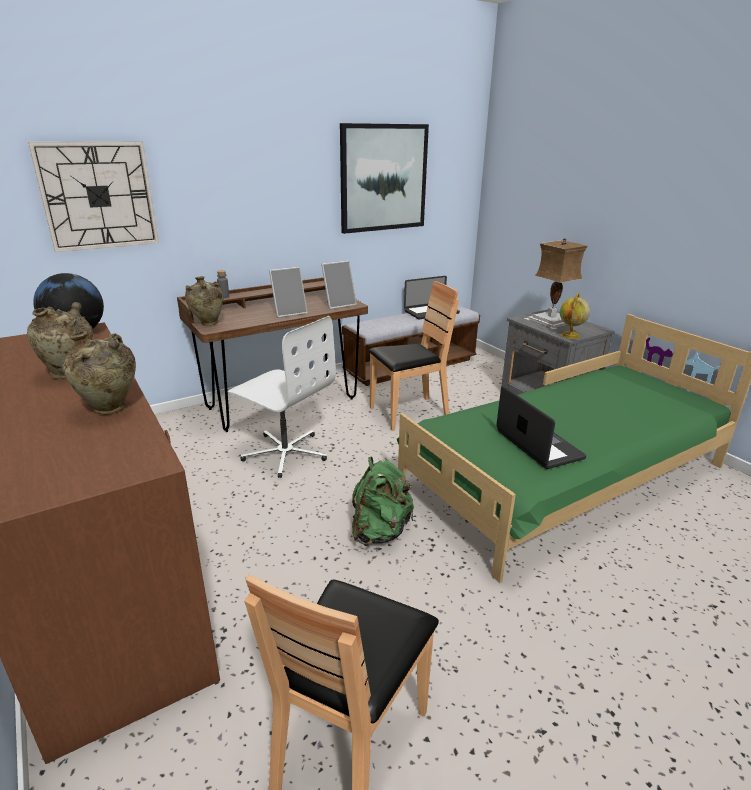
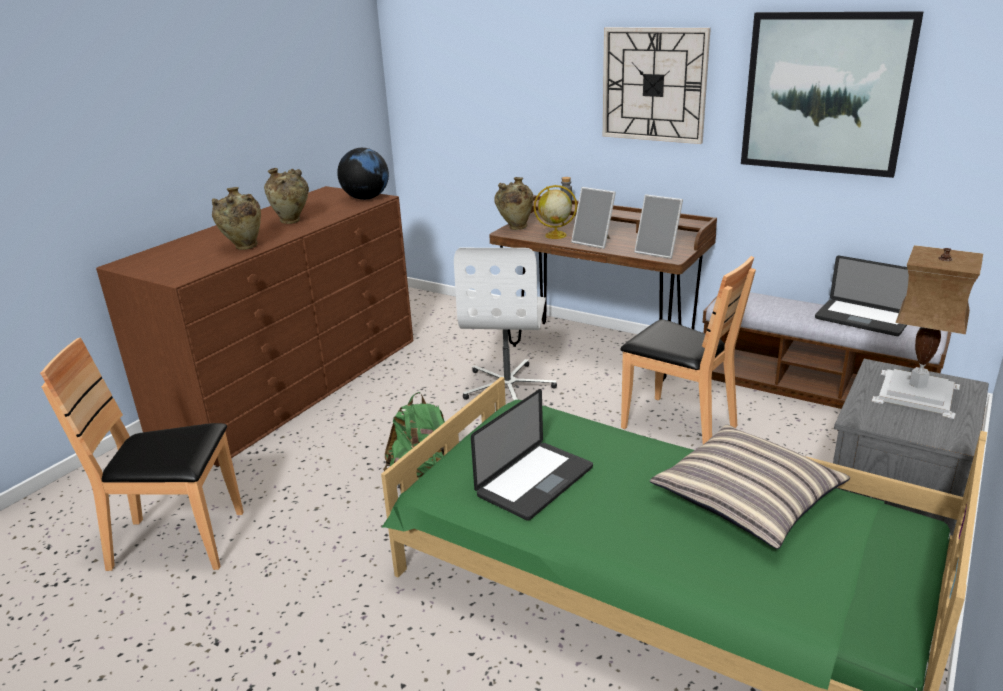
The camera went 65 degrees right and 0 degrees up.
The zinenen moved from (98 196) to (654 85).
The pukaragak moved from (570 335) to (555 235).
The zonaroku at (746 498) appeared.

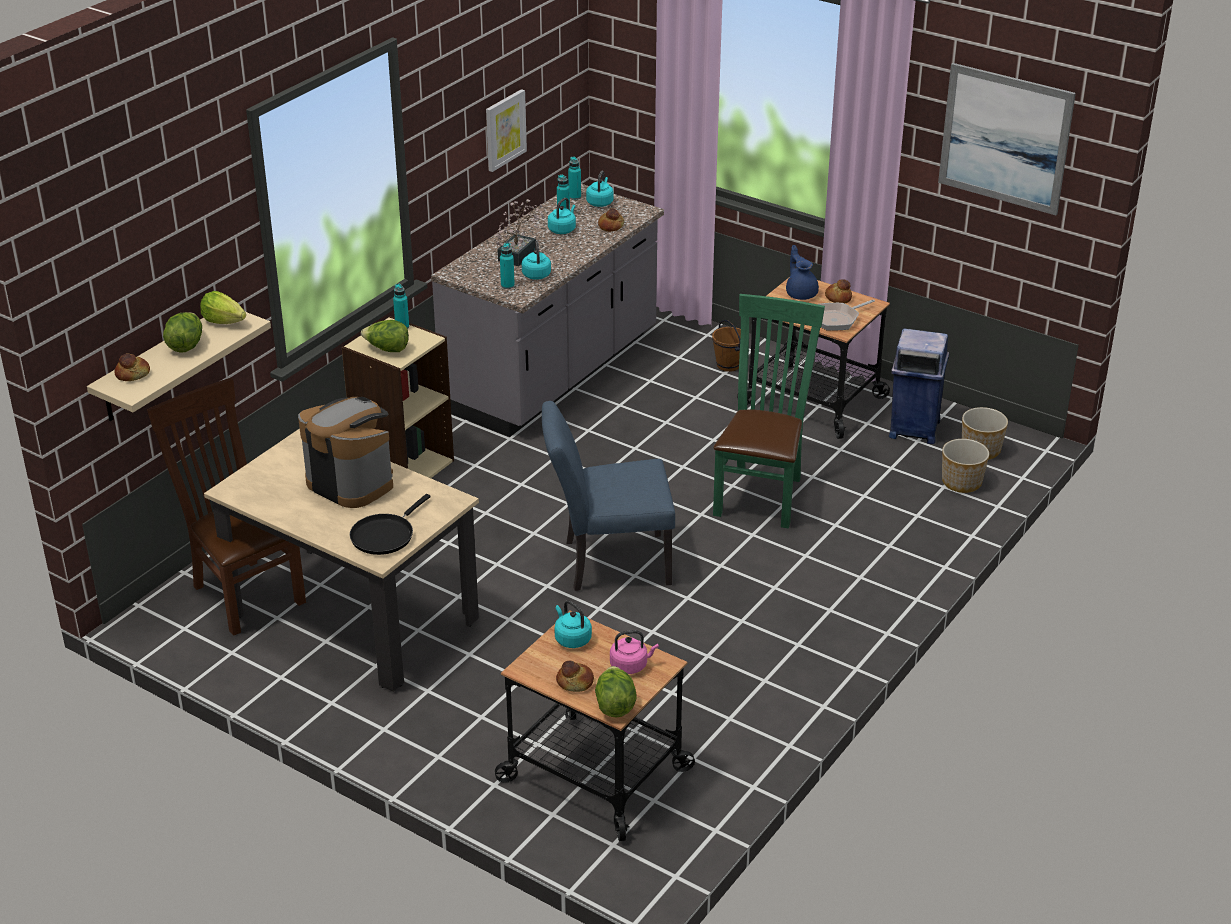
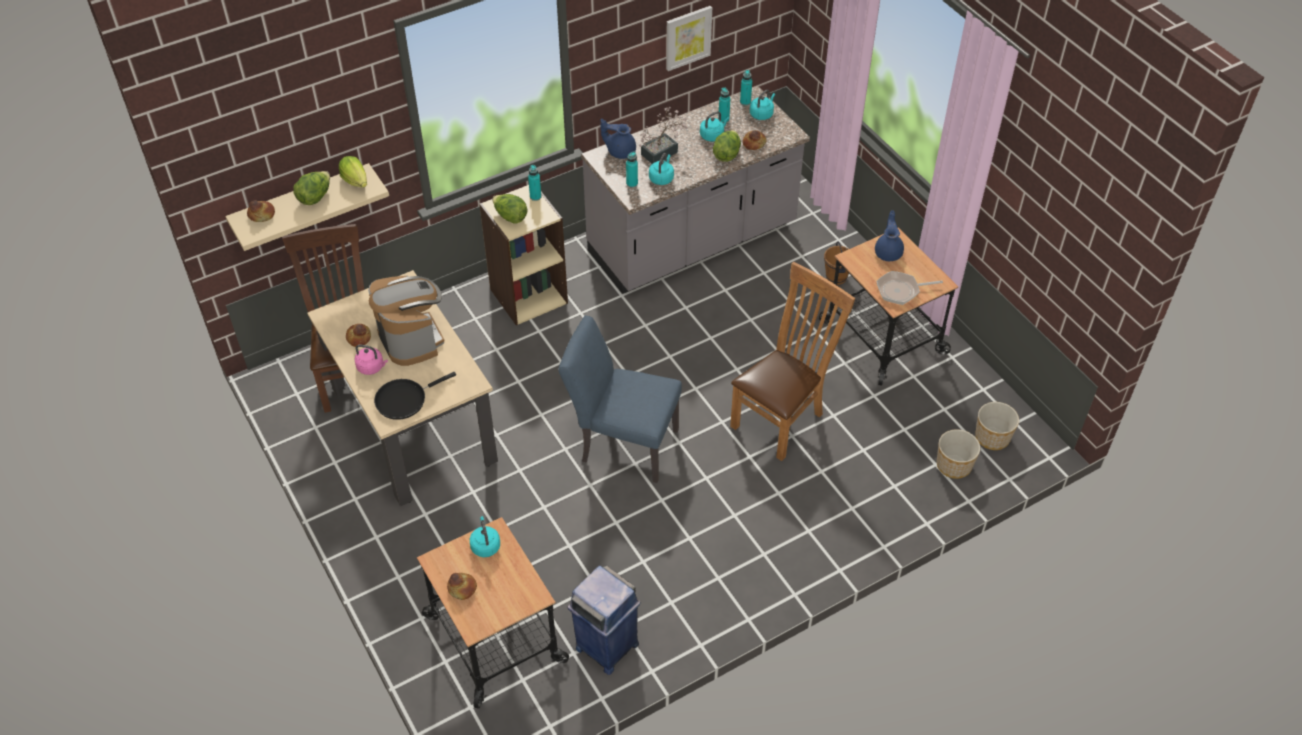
The camera went 25 degrees right and 15 degrees up.
The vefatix at (1005 138) disappeared.
The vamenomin moved from (838 298) to (359 338).
The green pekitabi at (761 493) became the brown pekitabi at (782 418).
The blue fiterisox moved from (913 429) to (606 645).
The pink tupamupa moved from (631 665) to (372 367).
The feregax moved from (615 705) to (726 154).
The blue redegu at (620 151) appeared.

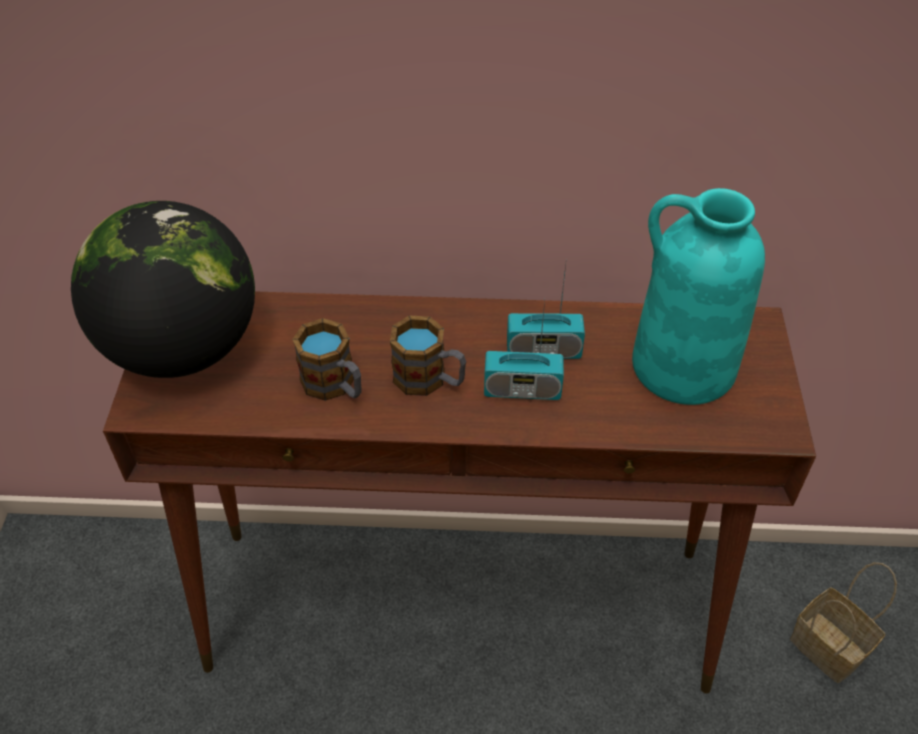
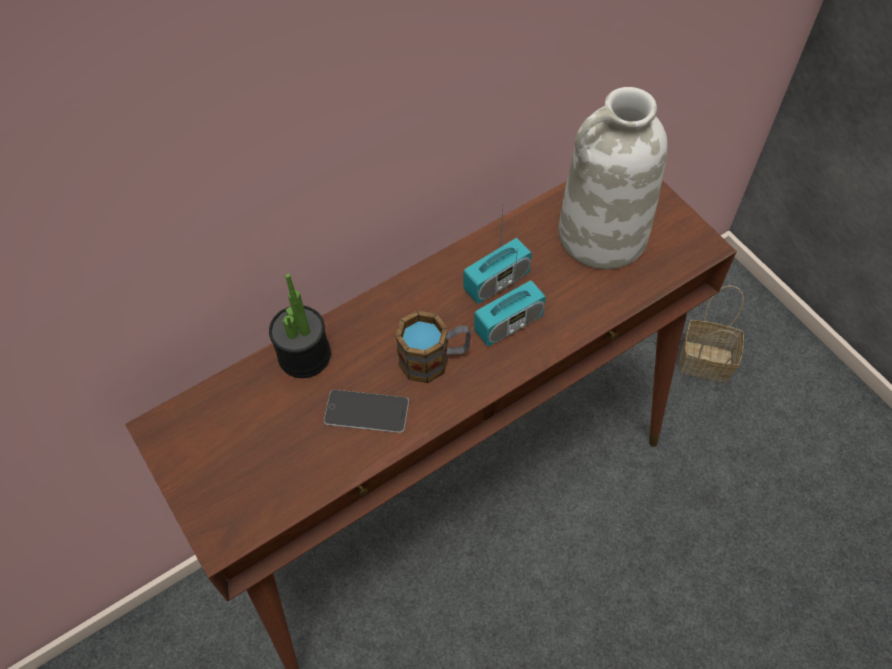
The camera went 35 degrees left and 10 degrees up.
The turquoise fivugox at (681 367) became the white fivugox at (601 236).
The pukaragak at (183 349) disappeared.
The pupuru at (335 386) was replaced by the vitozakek at (366 411).
The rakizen at (304 355) appeared.

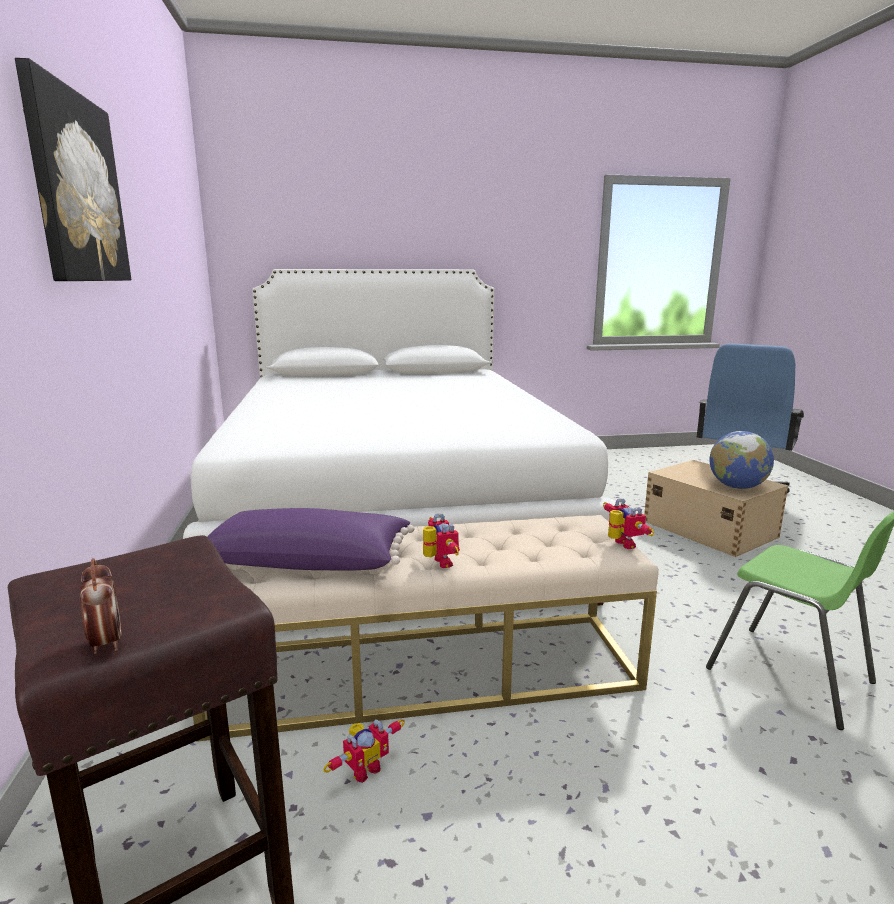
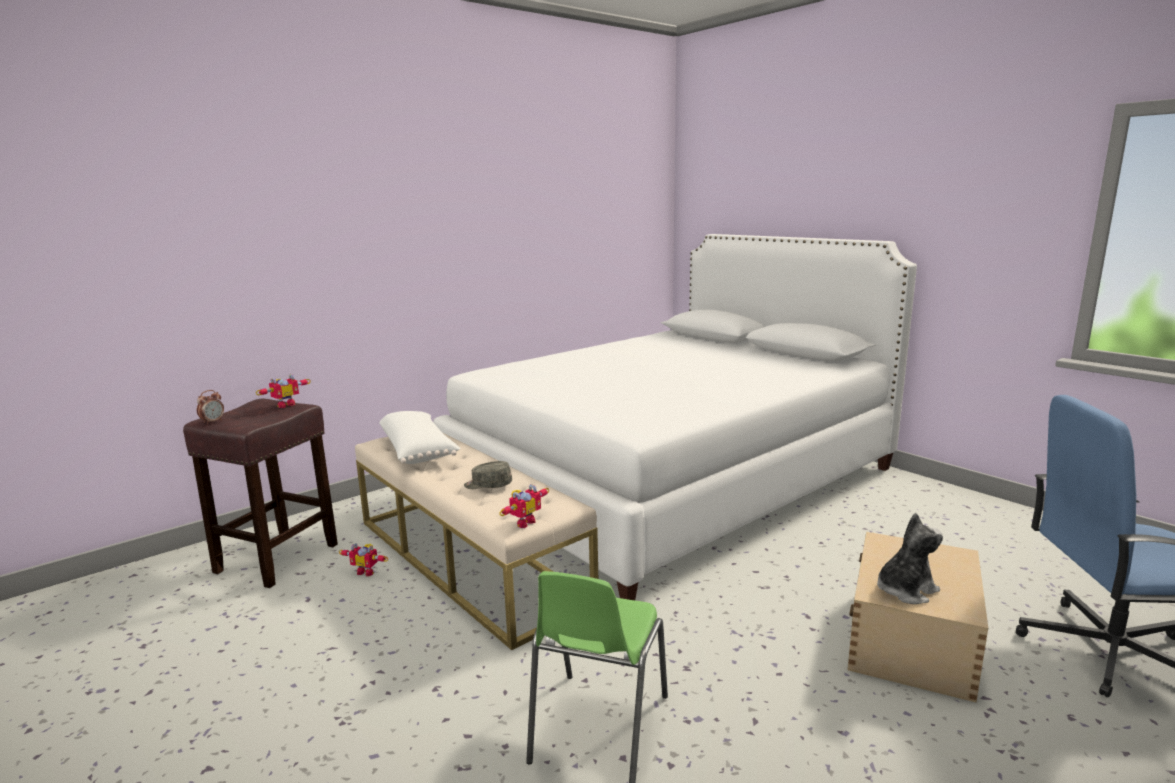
The camera went 60 degrees right and 0 degrees up.
The vefatix at (76 188) disappeared.
The pukaragak at (737 487) was replaced by the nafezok at (905 590).
The purple zonaroku at (310 561) became the white zonaroku at (418 451).
The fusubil moved from (438 563) to (285 405).
The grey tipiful at (488 485) appeared.

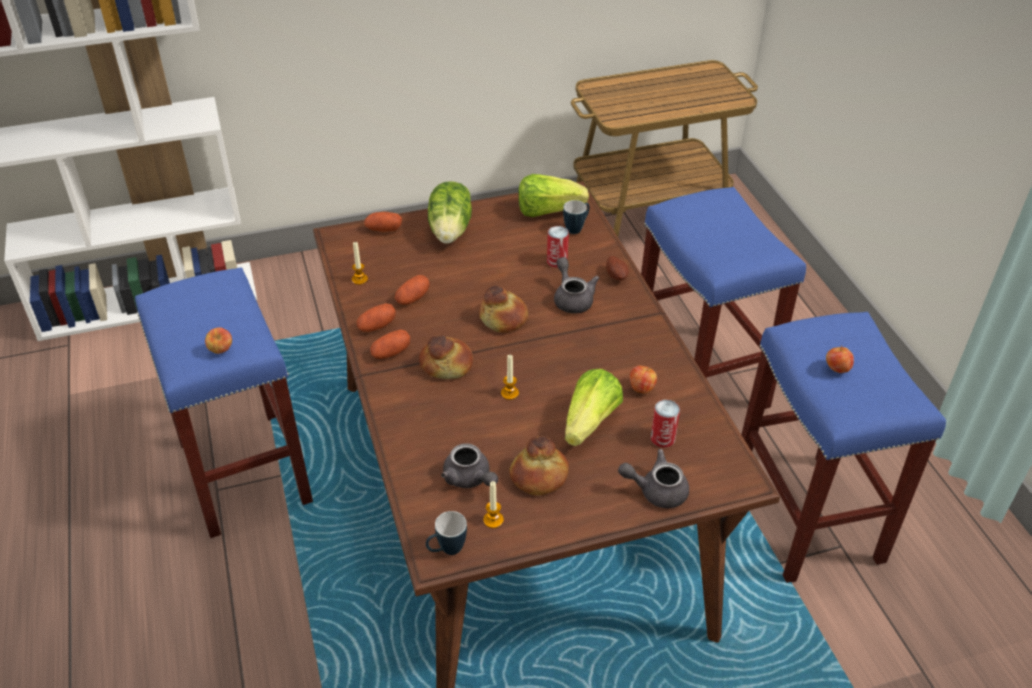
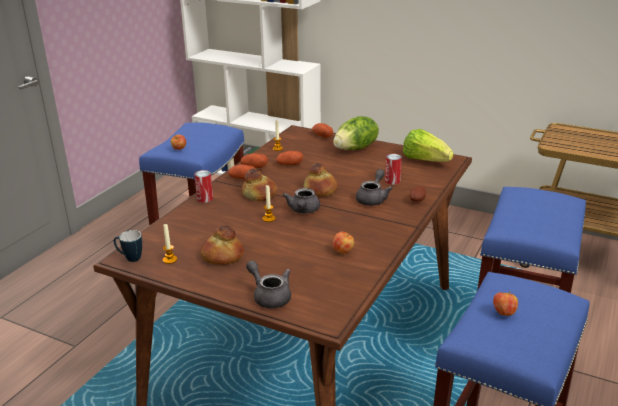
The camera went 45 degrees right and 15 degrees down.
The pupuru at (577 228) disappeared.
The feregax at (590 422) disappeared.
The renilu moved from (662 438) to (205 198).
The grey redegu moved from (470 479) to (303 211).

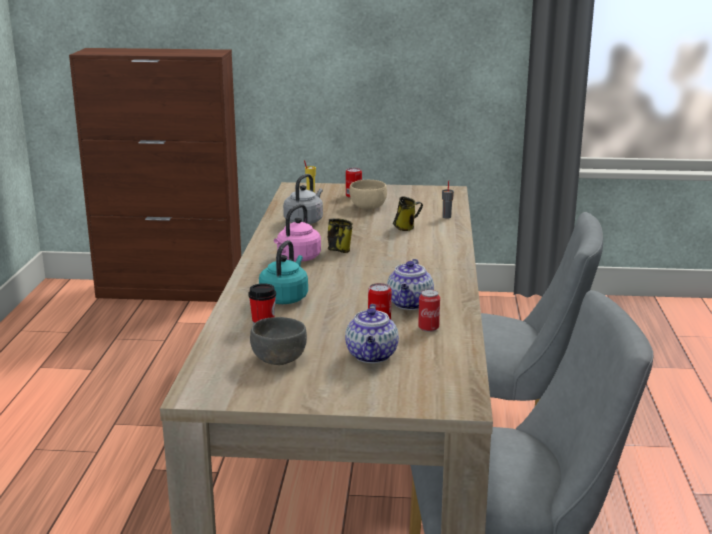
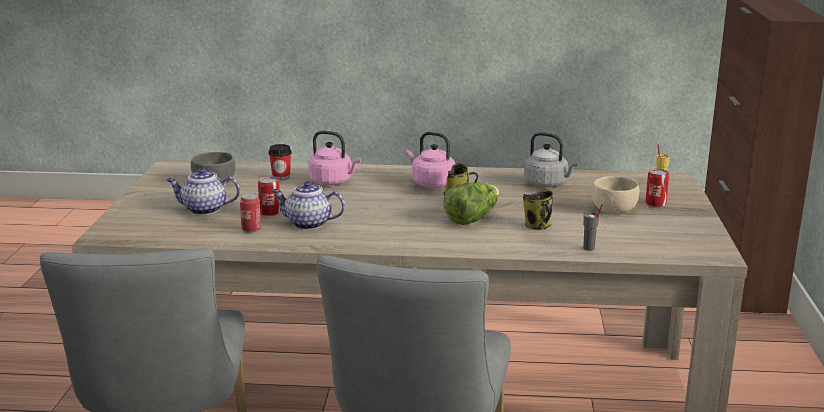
The camera went 90 degrees right and 0 degrees up.
The turquoise tupamupa at (285 298) became the pink tupamupa at (333 182).
The feregax at (472 218) appeared.

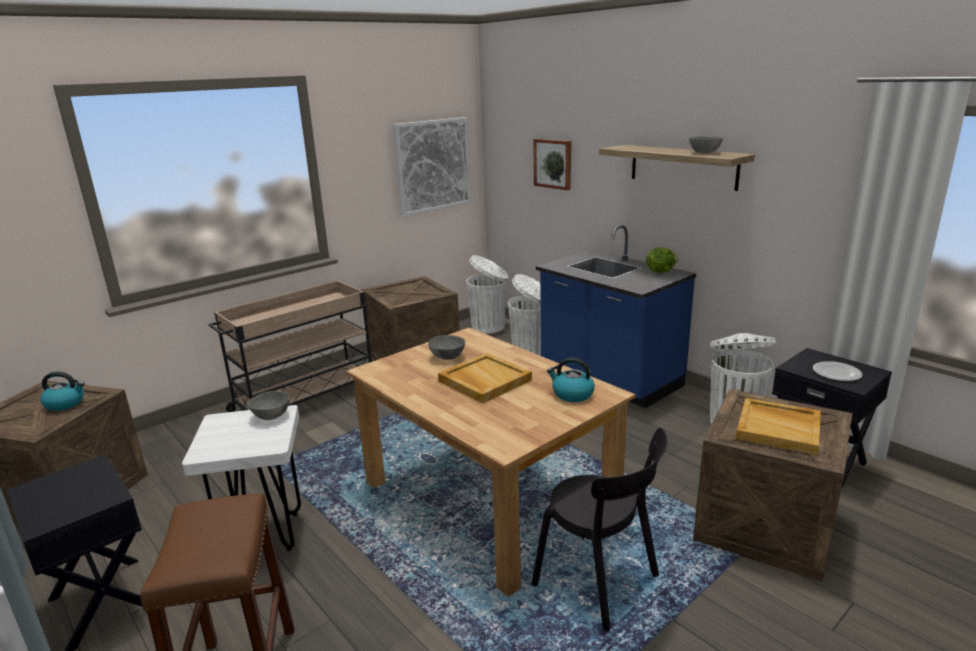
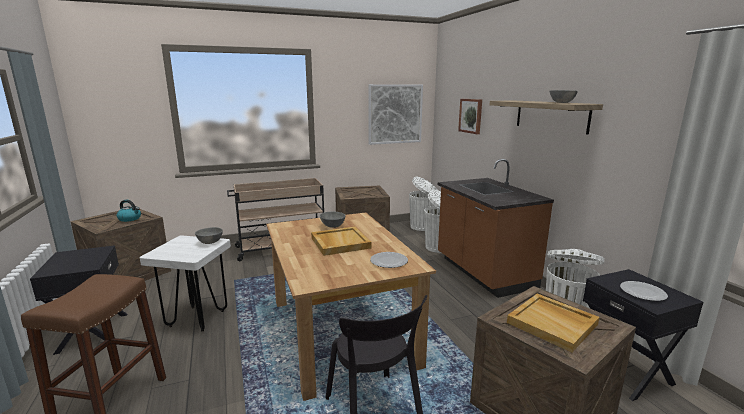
The camera went 20 degrees right and 5 degrees down.
The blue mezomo at (609 378) became the brown mezomo at (483 273).
The feregax at (660 271) disappeared.
The tupamupa at (572 394) was replaced by the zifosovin at (389 261).

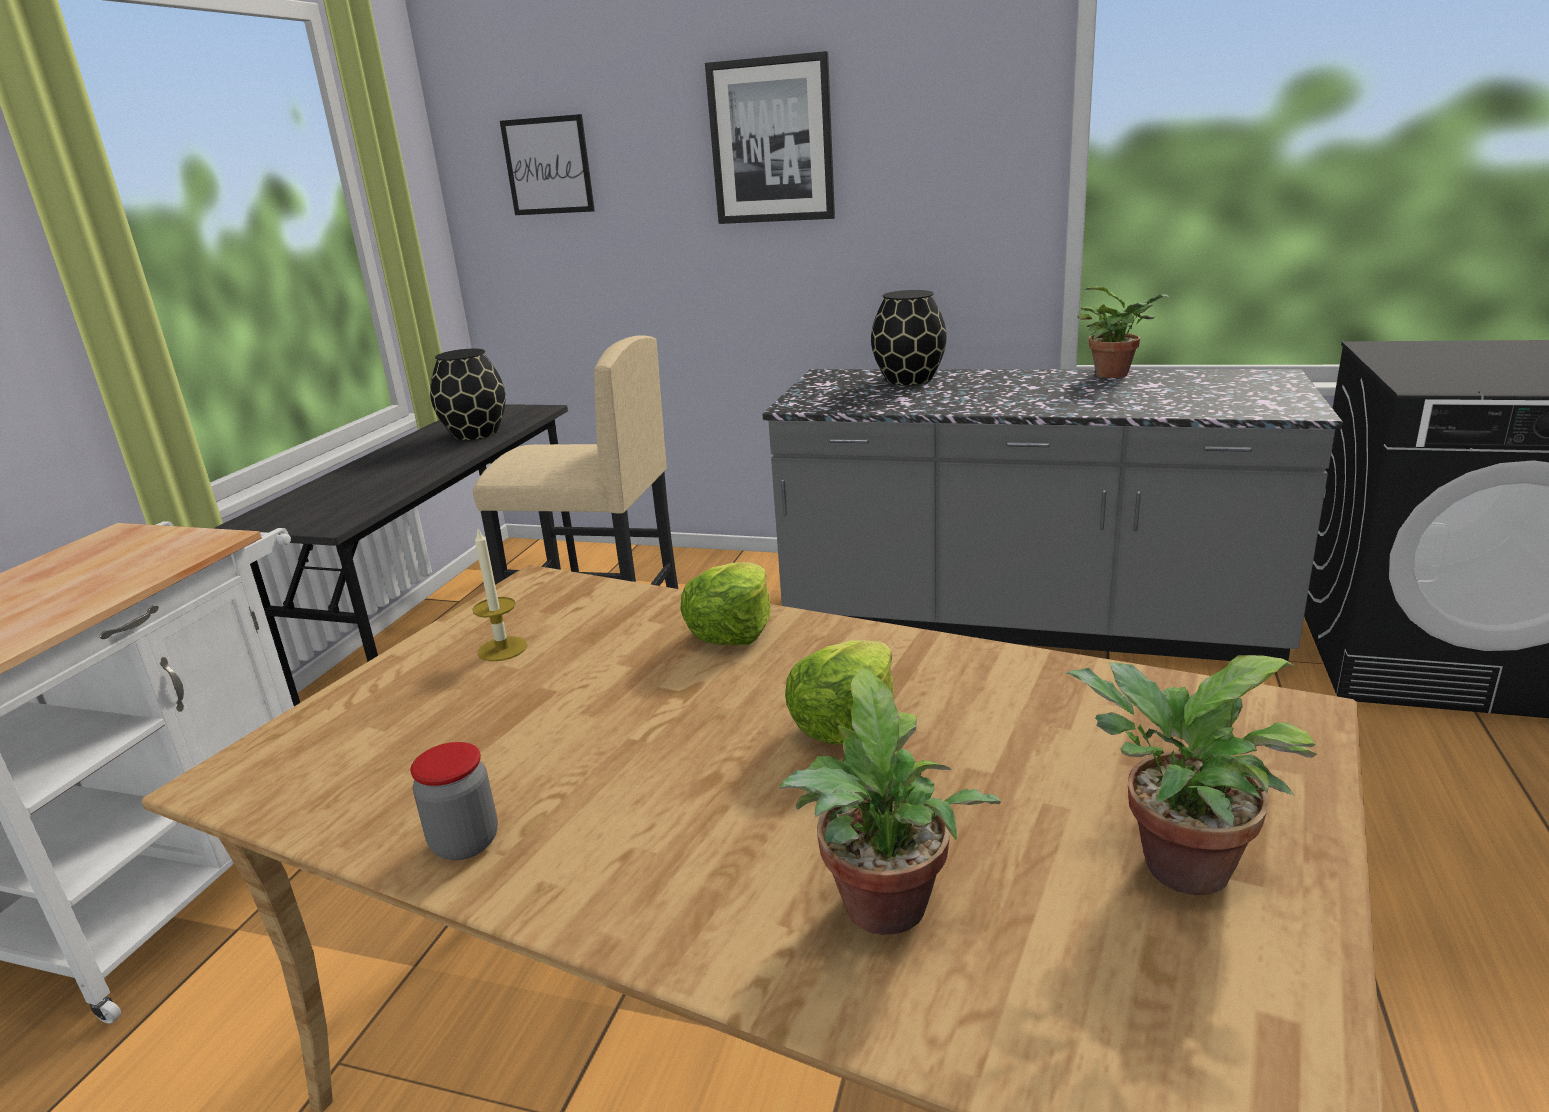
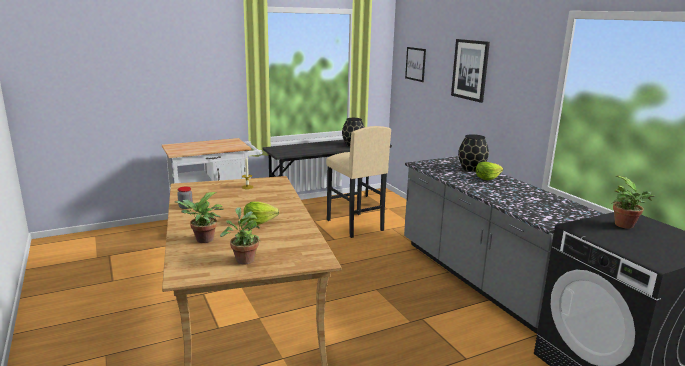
The camera went 45 degrees right and 5 degrees down.
The rakizen moved from (1116 374) to (626 226).
The feregax moved from (732 630) to (487 178).

